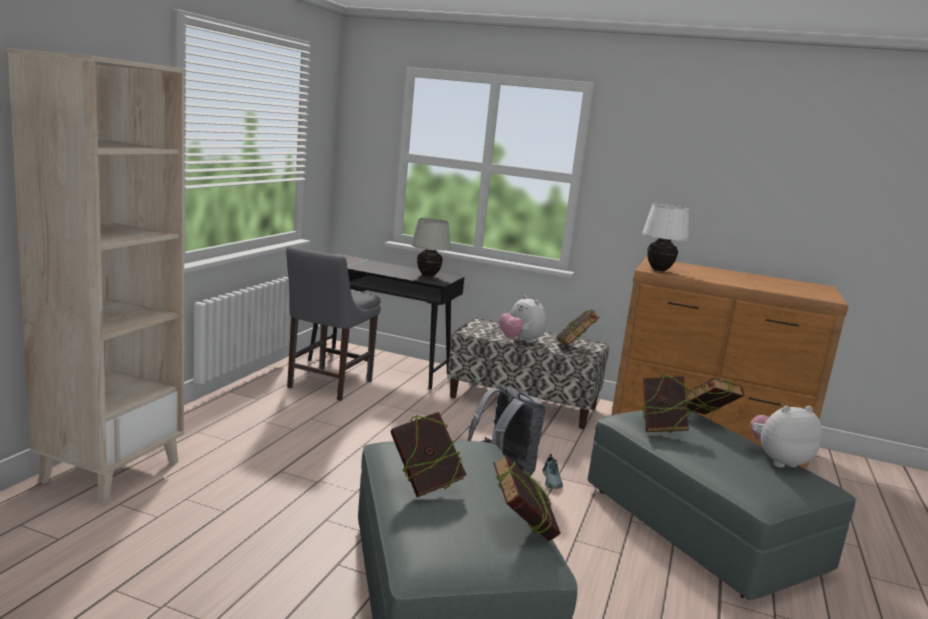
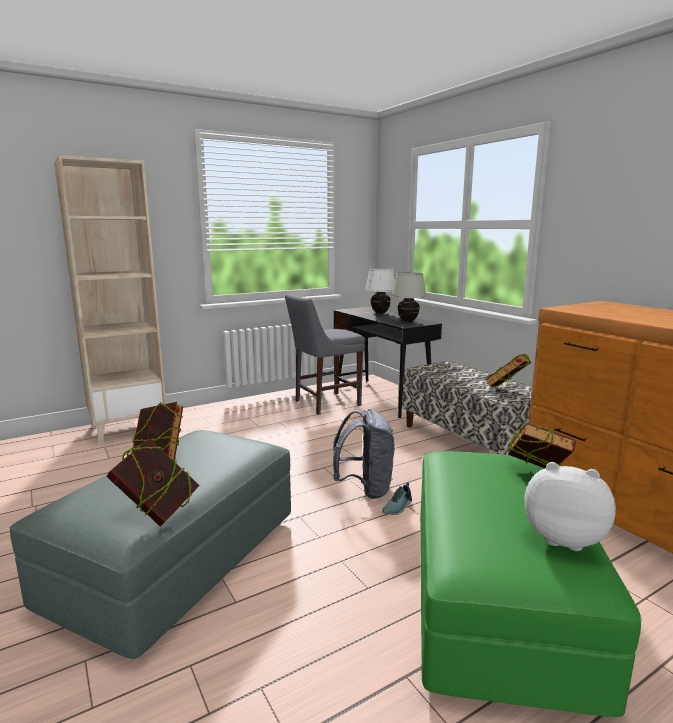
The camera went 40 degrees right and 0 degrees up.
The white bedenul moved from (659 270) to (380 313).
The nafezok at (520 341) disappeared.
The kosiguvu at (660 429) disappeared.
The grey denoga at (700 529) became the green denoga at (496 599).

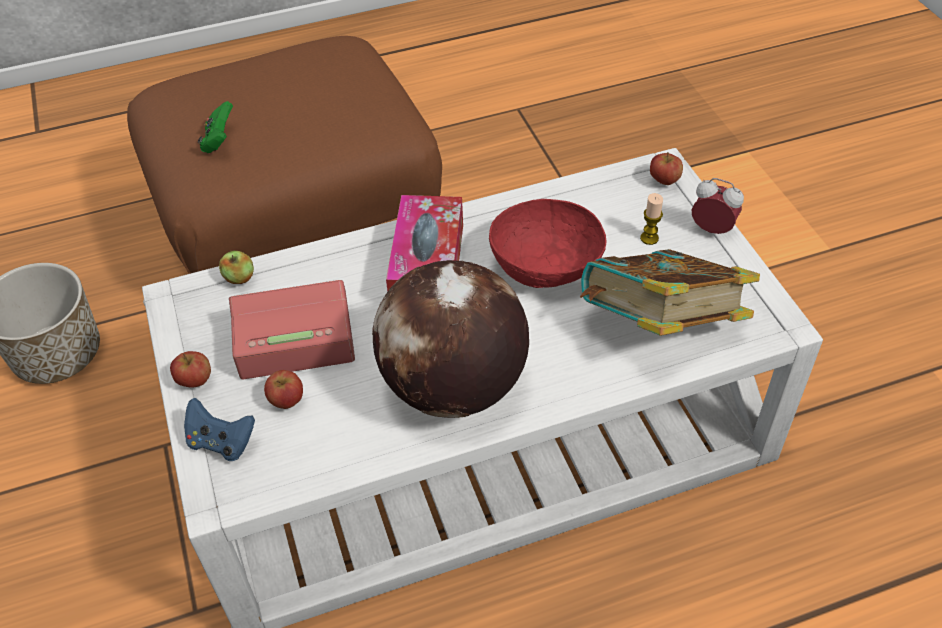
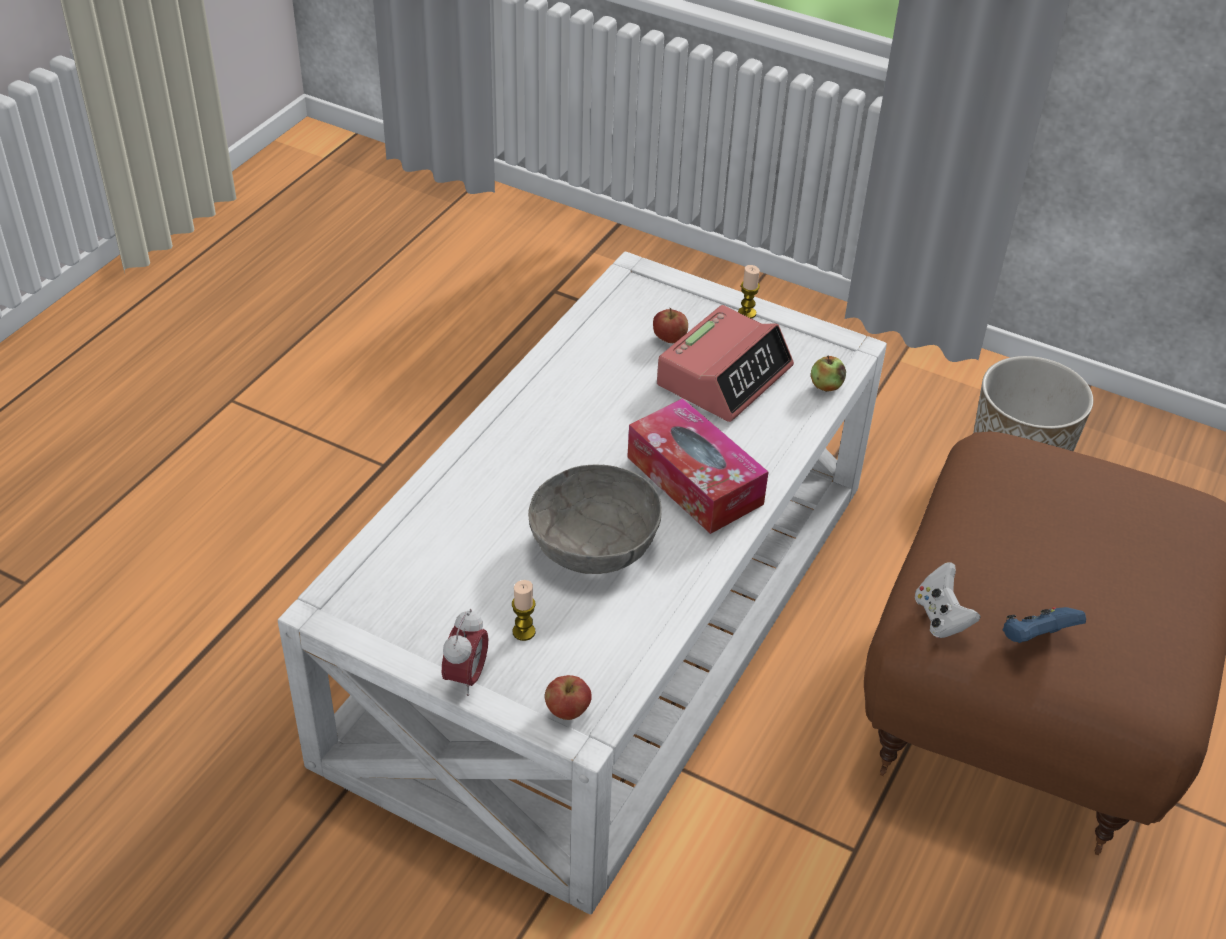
The camera went 135 degrees right and 5 degrees down.
The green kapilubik at (219 141) disappeared.
The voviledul at (712 229) turned 60 degrees counterclockwise.
The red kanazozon at (546 265) became the grey kanazozon at (594 545).
The kosiguvu at (659 328) disappeared.
The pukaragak at (453 387) disappeared.
The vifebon at (195 381) was replaced by the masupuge at (747 313).
The blue kapilubik moved from (221 442) to (1036 638).
The white kapilubik at (941 617) appeared.

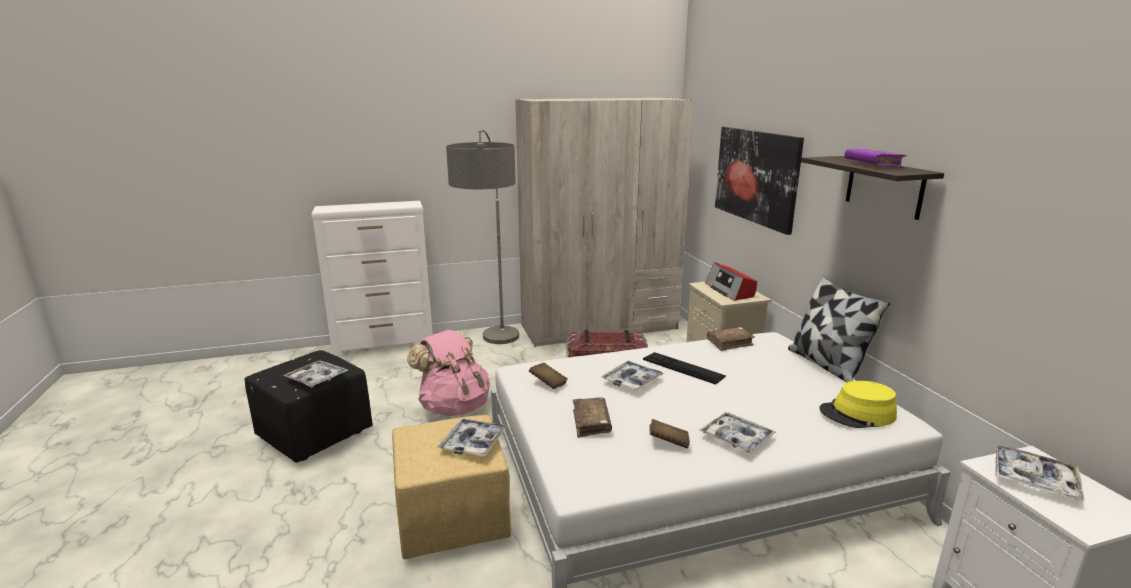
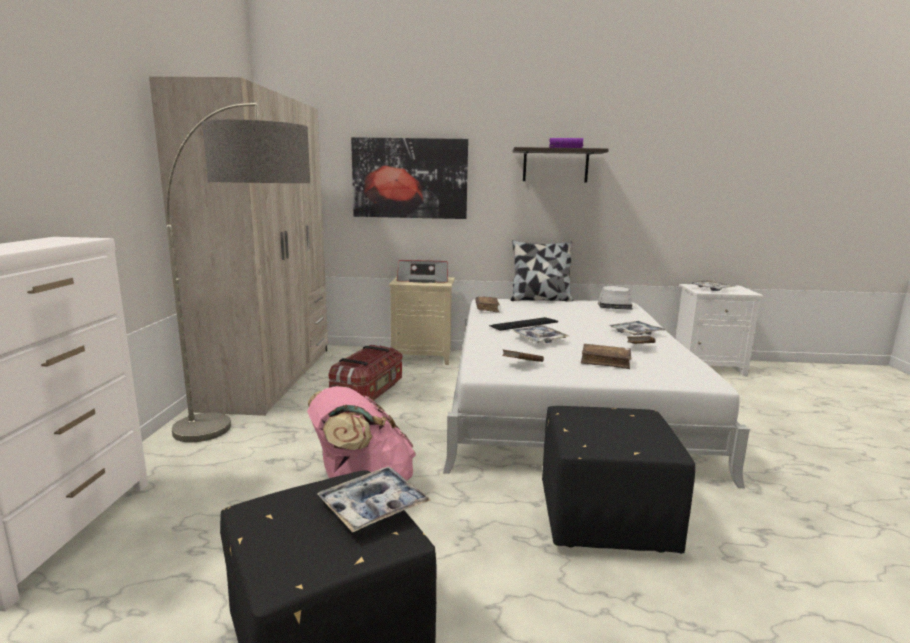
The camera went 70 degrees left and 5 degrees down.
The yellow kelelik at (857 414) became the grey kelelik at (615 306).
The yellow denoga at (454 519) became the black denoga at (605 519).
The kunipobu at (473 443) disappeared.

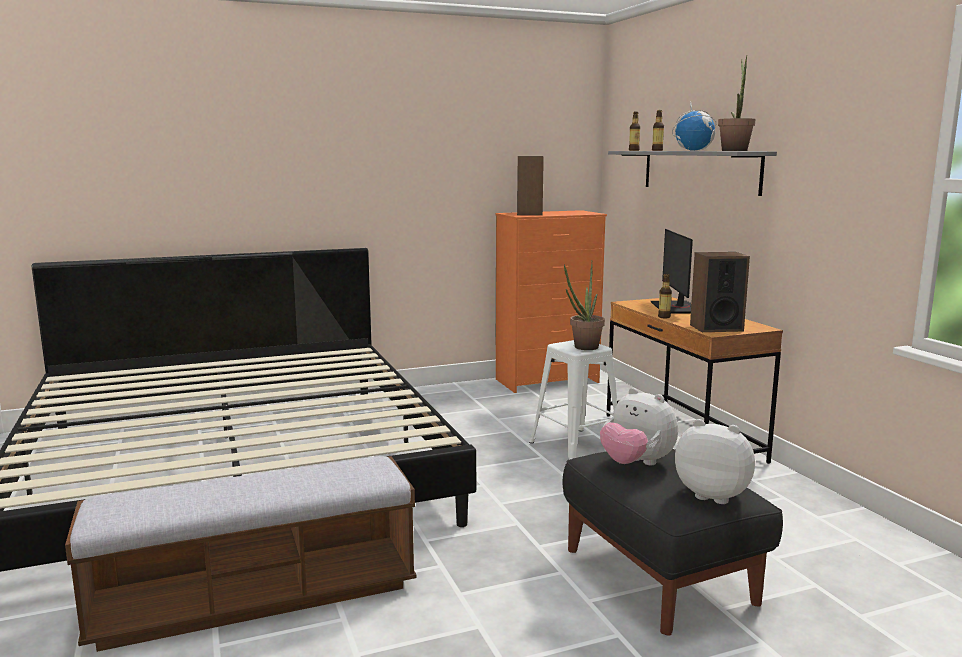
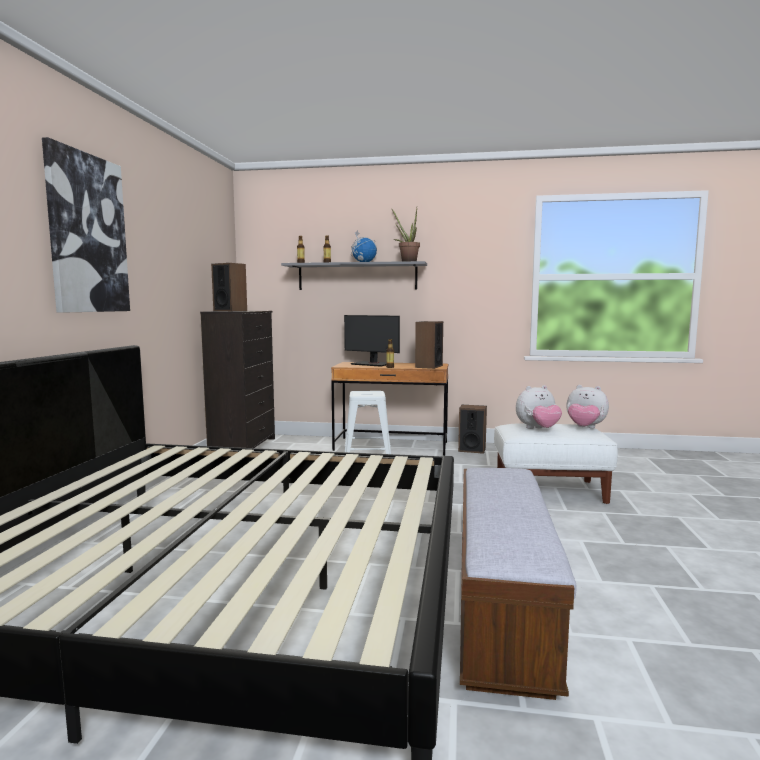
The camera went 60 degrees left and 5 degrees down.
The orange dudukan at (548 381) became the black dudukan at (244 447).
The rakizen at (583 348) disappeared.
The nafezok at (714 495) turned 120 degrees counterclockwise.
The black denoga at (660 577) became the white denoga at (550 491).
The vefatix at (87 234) appeared.
The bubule at (472 450) appeared.

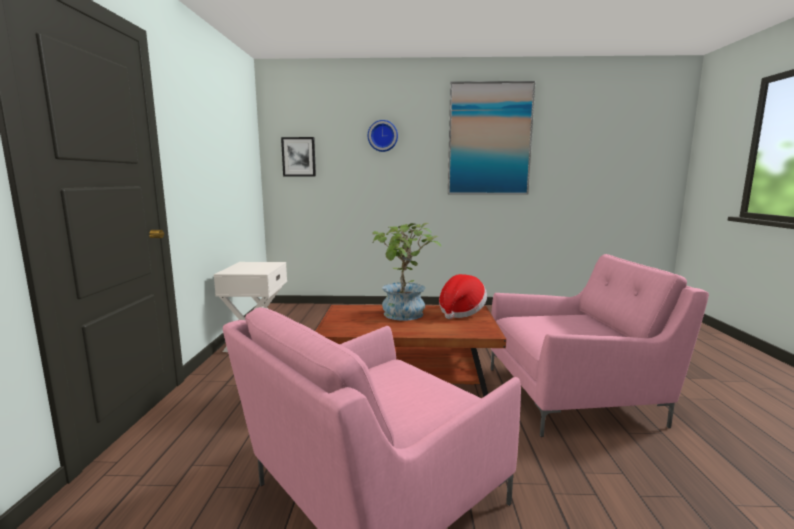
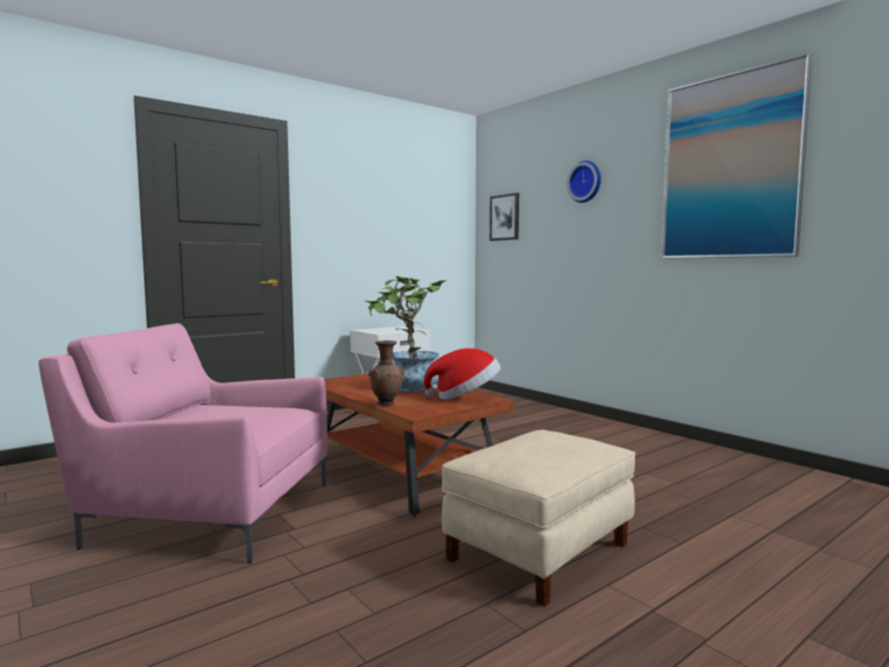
The camera went 50 degrees right and 5 degrees down.
The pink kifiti at (576 394) was replaced by the beige denoga at (540 552).
The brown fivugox at (386 404) appeared.

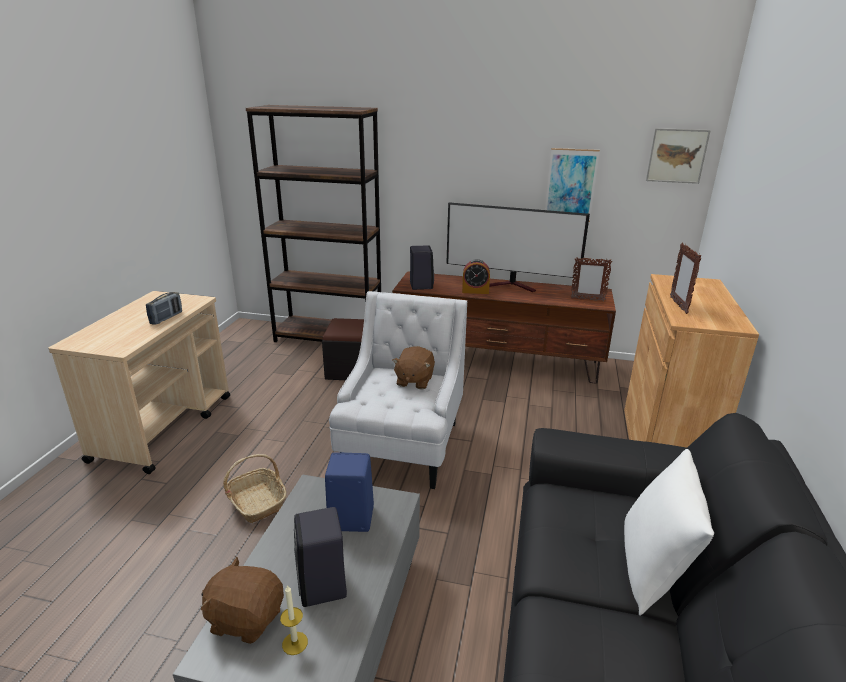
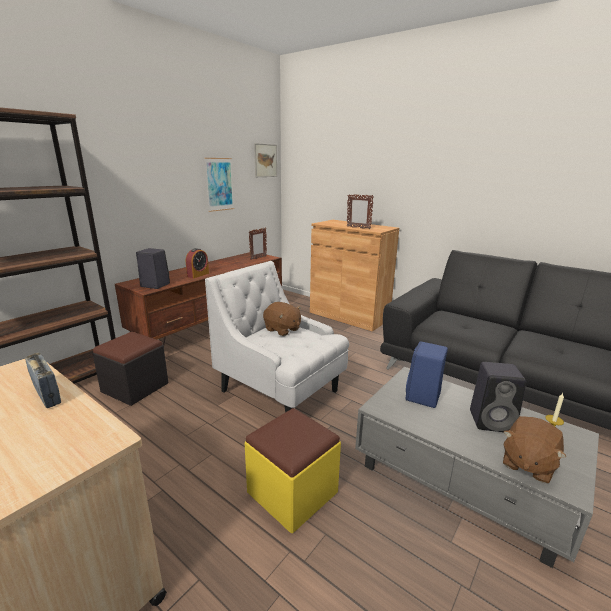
The camera went 65 degrees left and 5 degrees down.
The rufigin at (513 286) disappeared.
The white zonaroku at (653 570) disappeared.
The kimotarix at (257 502) was replaced by the yellow denoga at (292 492).

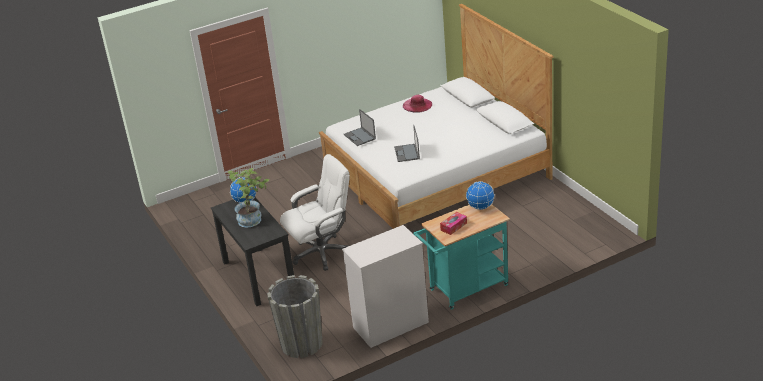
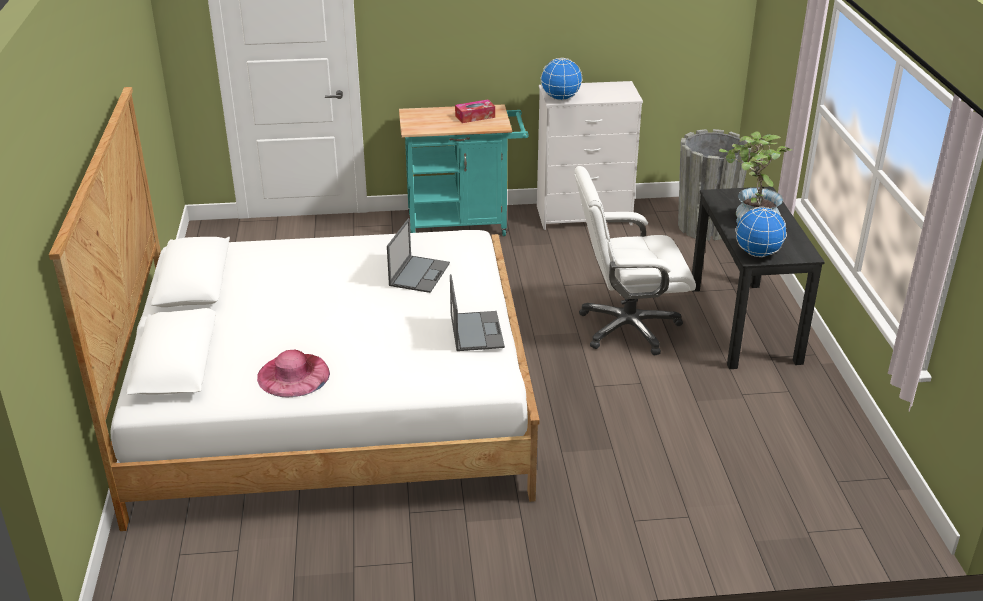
The camera went 160 degrees left and 0 degrees up.
The pukaragak moved from (480 207) to (560 98).

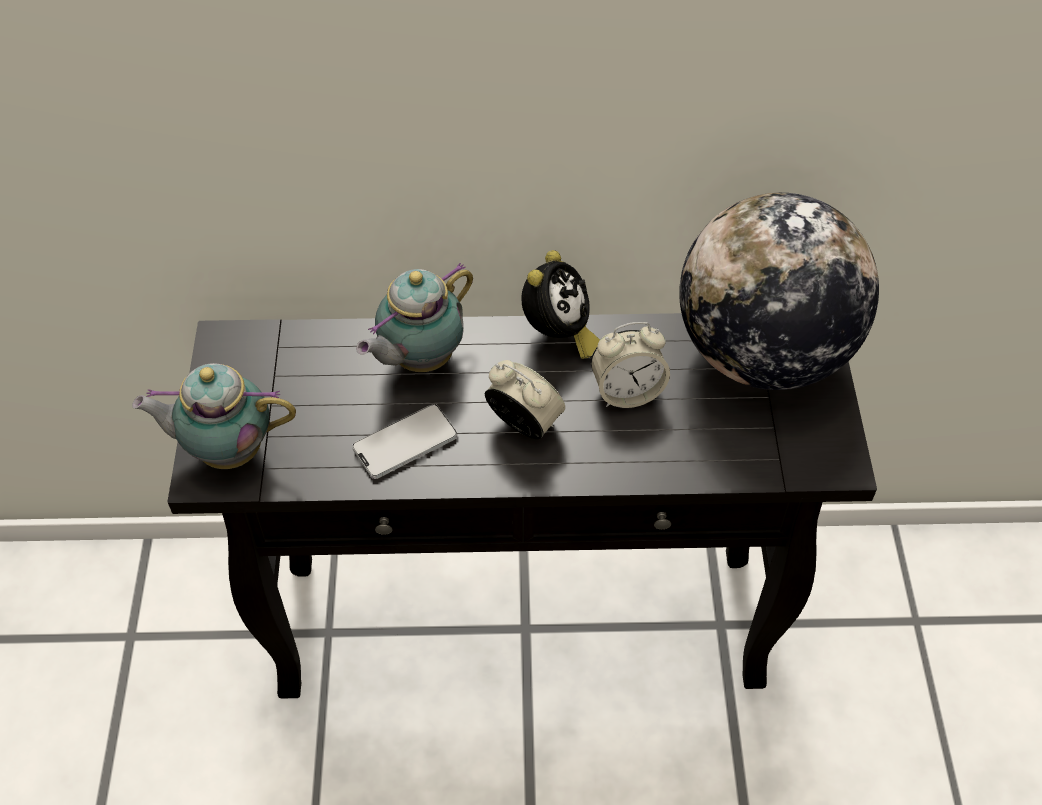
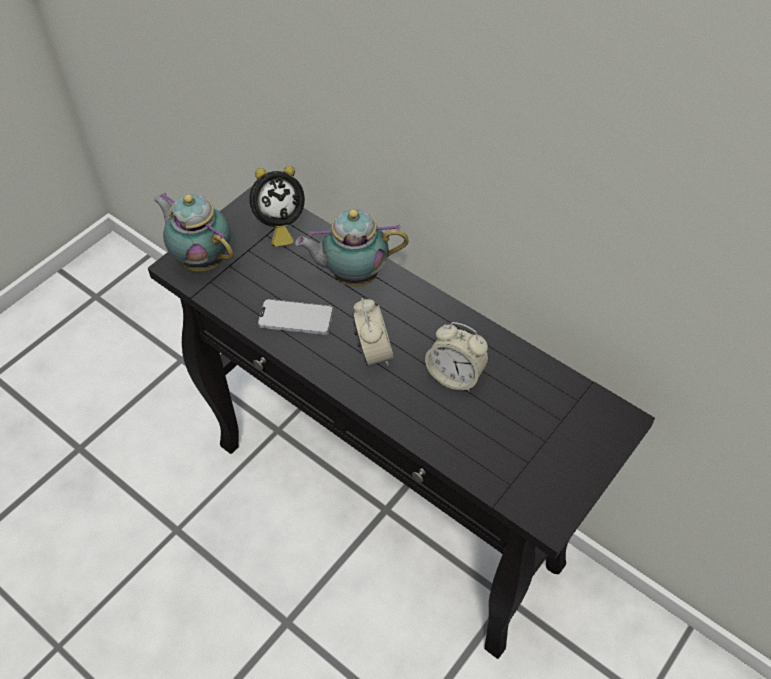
The camera went 40 degrees right and 0 degrees up.
The pukaragak at (762 354) disappeared.
The voviledul moved from (558 335) to (278 226).

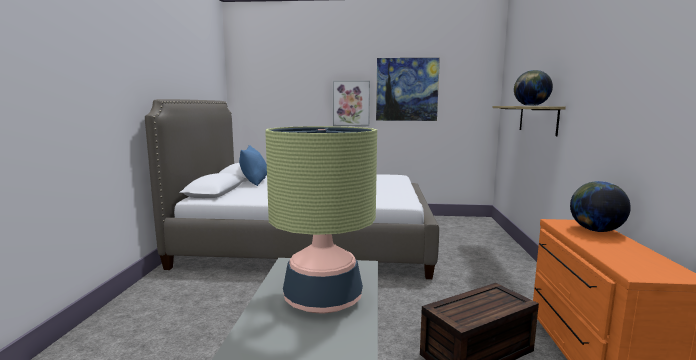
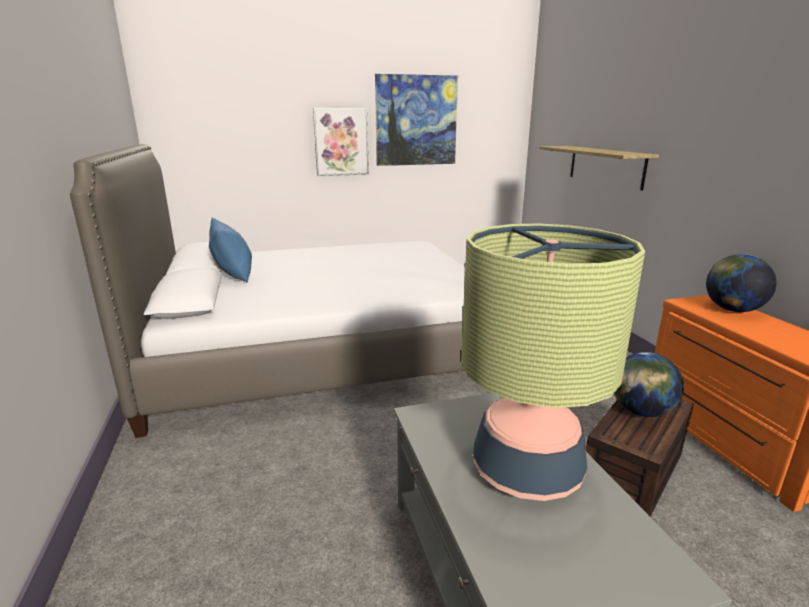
The camera went 20 degrees left and 10 degrees up.
The pukaragak moved from (530 106) to (641 411).

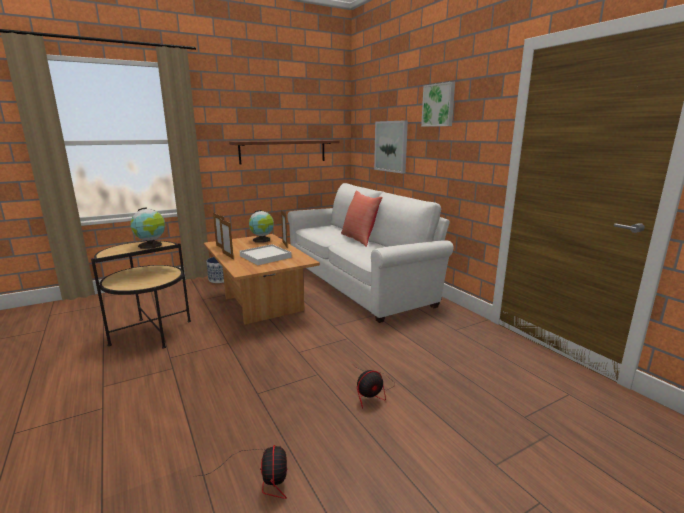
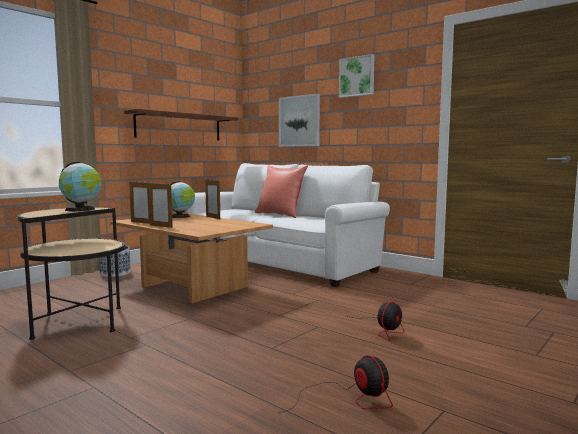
The camera went 20 degrees left and 10 degrees down.
The white kunipobu at (265 257) disappeared.

